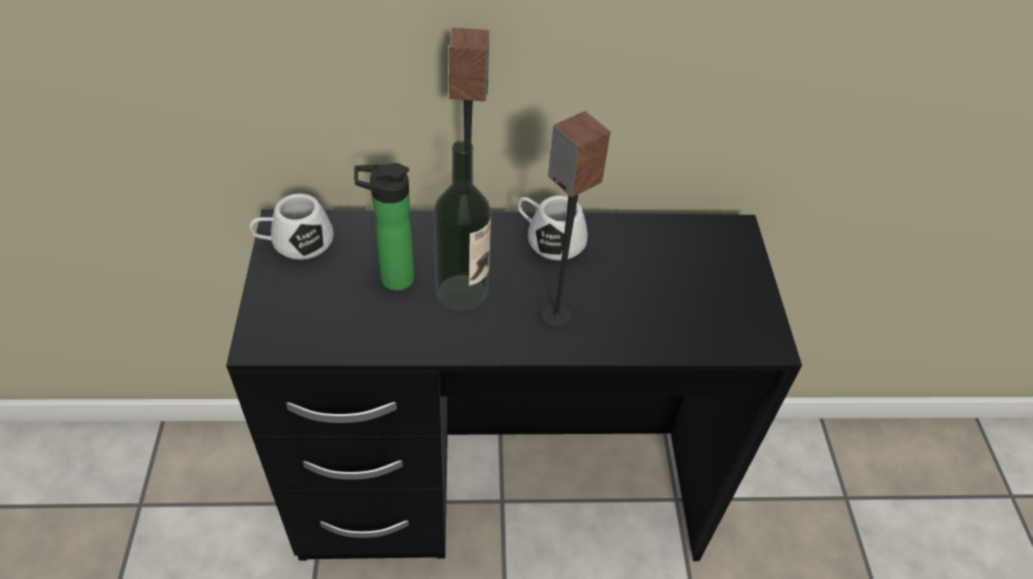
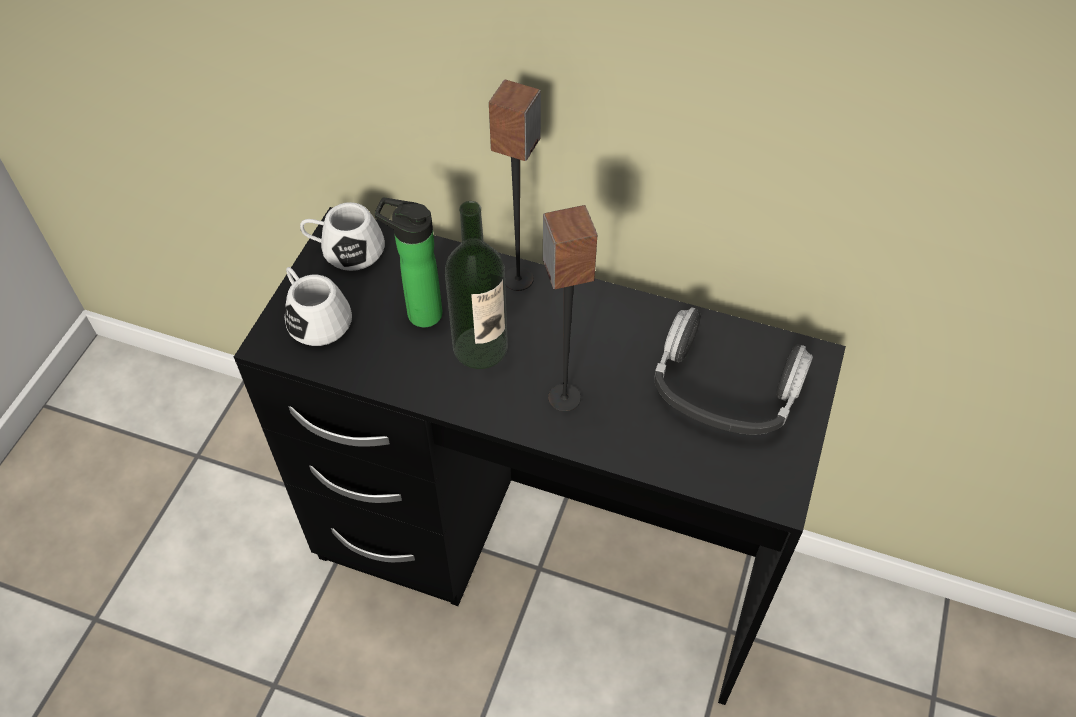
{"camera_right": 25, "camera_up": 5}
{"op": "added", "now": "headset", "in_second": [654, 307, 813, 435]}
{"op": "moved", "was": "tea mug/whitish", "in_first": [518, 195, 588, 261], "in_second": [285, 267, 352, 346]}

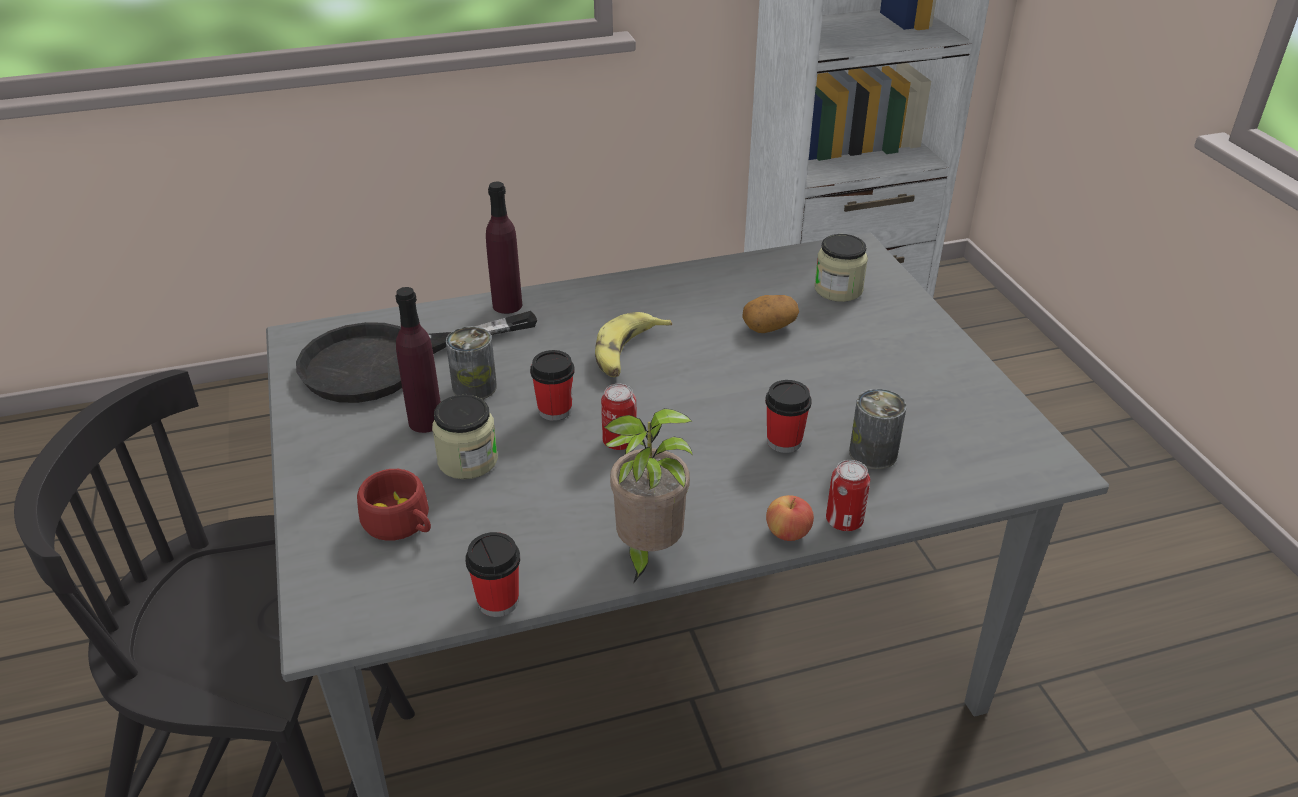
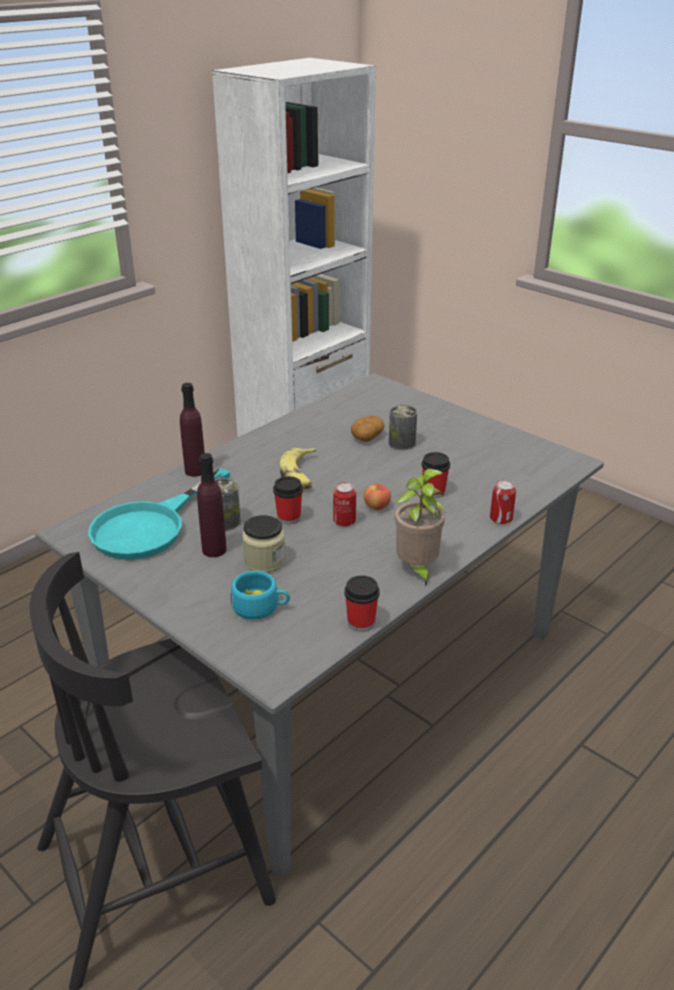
{"camera_right": -30, "camera_up": -5}
{"op": "removed", "was": "jar", "in_first": [814, 234, 868, 302]}
{"op": "moved", "was": "apple", "in_first": [766, 495, 814, 541], "in_second": [364, 483, 391, 510]}
{"op": "moved", "was": "metal can", "in_first": [849, 389, 907, 469], "in_second": [389, 405, 417, 450]}
{"op": "recoloured", "was": "pan/black-coloured", "now": "pan/turquoise", "in_first": [296, 311, 537, 403], "in_second": [88, 468, 230, 560]}
{"op": "recoloured", "was": "cup/reddish", "now": "cup/turquoise", "in_first": [357, 469, 431, 541], "in_second": [231, 571, 290, 620]}

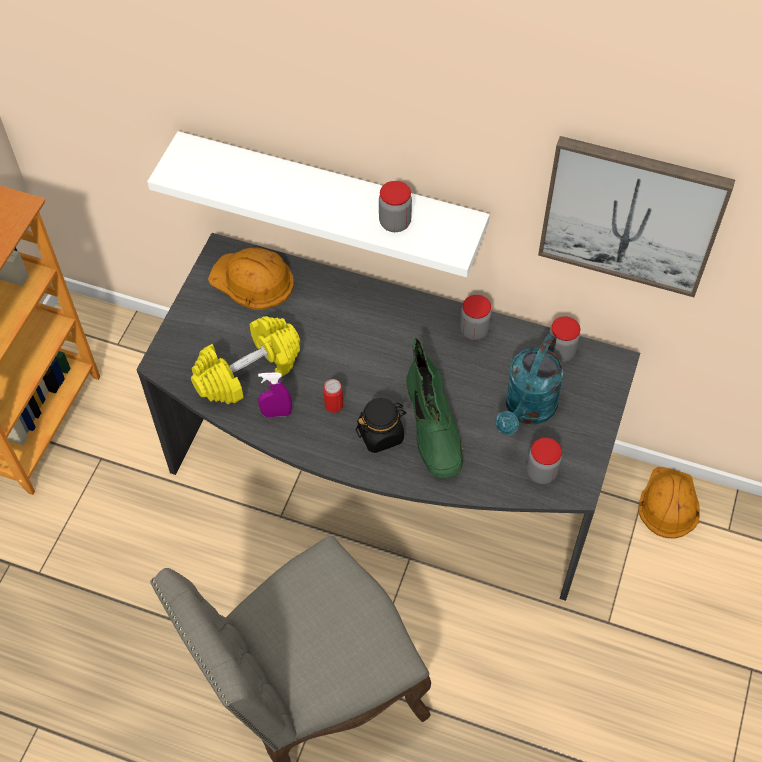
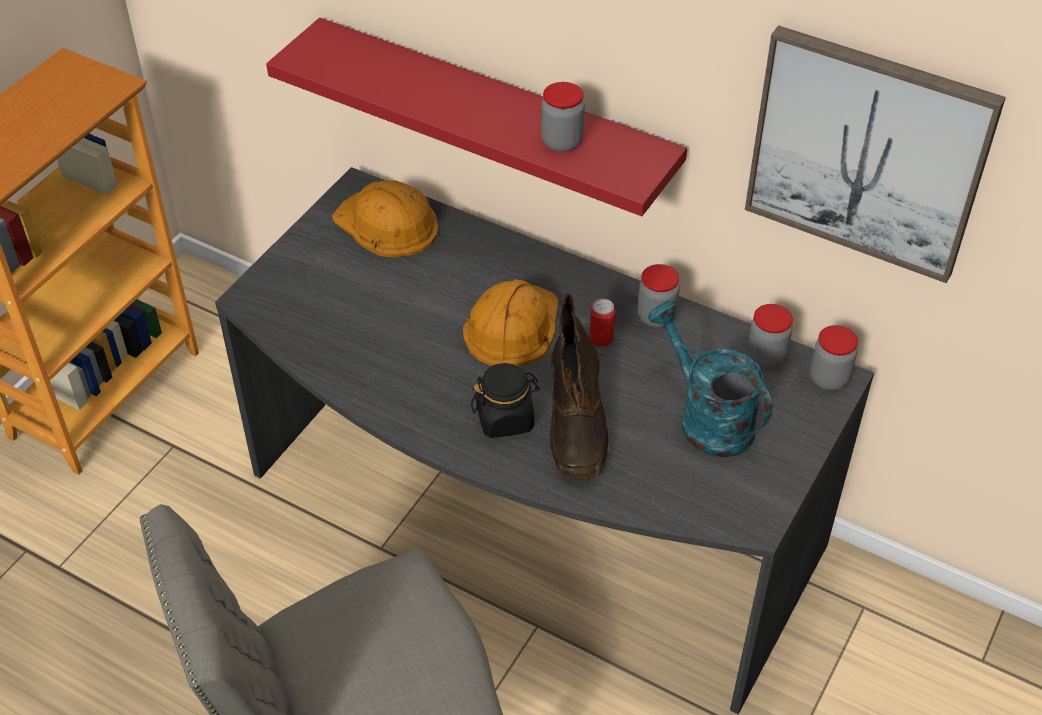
{"camera_right": 10, "camera_up": -10}
{"op": "removed", "was": "free weight/yellow-coloured", "in_first": [191, 316, 300, 404]}
{"op": "removed", "was": "hand sprayer/purple", "in_first": [258, 372, 292, 417]}
{"op": "moved", "was": "metal can", "in_first": [323, 379, 343, 413], "in_second": [589, 299, 615, 347]}
{"op": "moved", "was": "jar", "in_first": [526, 438, 562, 484], "in_second": [810, 325, 858, 390]}
{"op": "moved", "was": "safety helmet/orangey", "in_first": [638, 467, 700, 539], "in_second": [463, 279, 559, 367]}
{"op": "recoloured", "was": "shelf/whitish", "now": "shelf/reddish", "in_first": [147, 131, 490, 277], "in_second": [266, 18, 687, 216]}
{"op": "recoloured", "was": "high-top boot/green", "now": "high-top boot/brownish", "in_first": [406, 337, 463, 478], "in_second": [550, 292, 609, 480]}
{"op": "turned", "was": "watering pot/turquoise", "in_first": [495, 334, 563, 435], "in_second": [648, 301, 773, 457], "clockwise": 105}

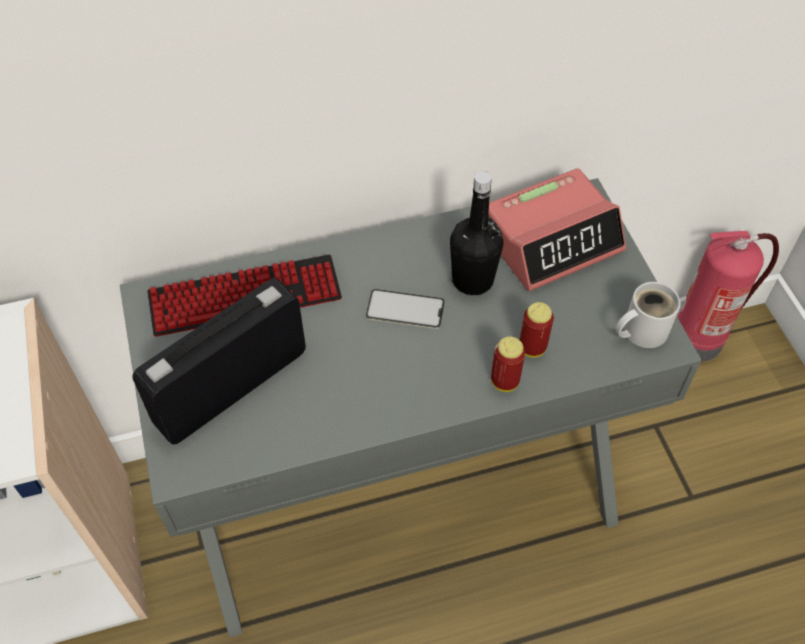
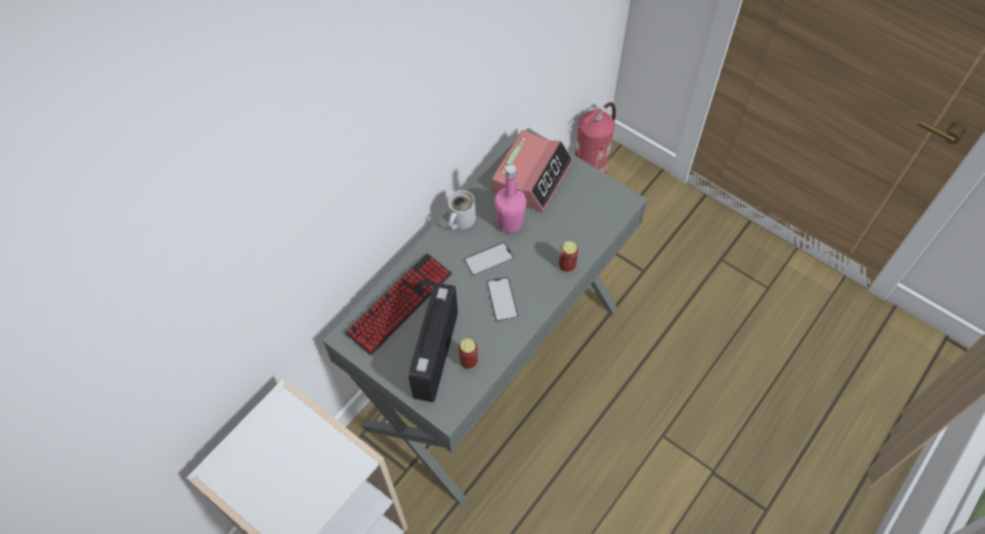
{"camera_right": -35, "camera_up": 5}
{"op": "added", "now": "handset", "in_second": [486, 277, 518, 322]}
{"op": "moved", "was": "metal can", "in_first": [520, 302, 554, 358], "in_second": [459, 338, 478, 369]}
{"op": "moved", "was": "tea mug/whitish", "in_first": [616, 282, 680, 348], "in_second": [448, 190, 476, 230]}
{"op": "recoloured", "was": "drink bottle/black-coloured", "now": "drink bottle/pinkish", "in_first": [450, 171, 504, 295], "in_second": [494, 165, 526, 233]}

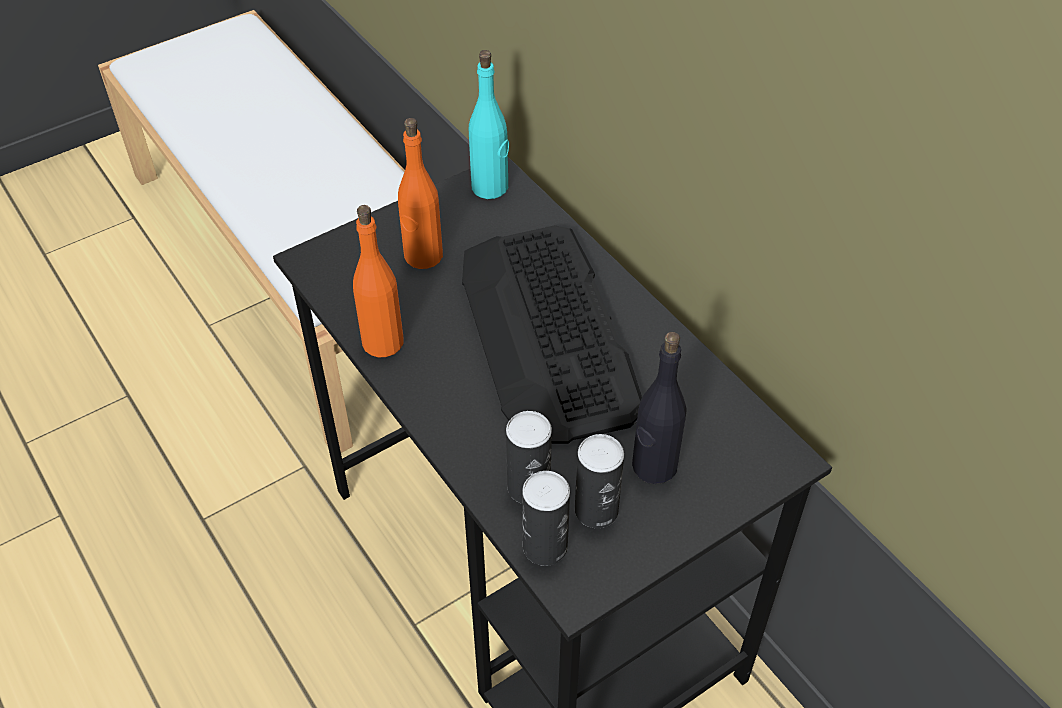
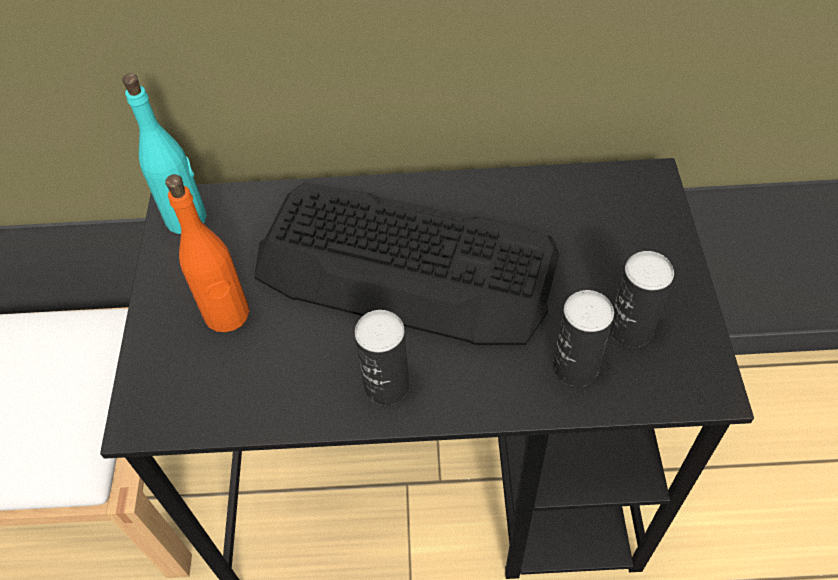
{"camera_right": -55, "camera_up": 5}
{"op": "removed", "was": "drink bottle/orangey", "in_first": [353, 205, 404, 358]}
{"op": "removed", "was": "drink bottle/black-coloured", "in_first": [632, 332, 686, 484]}
{"op": "moved", "was": "metal can", "in_first": [522, 471, 570, 566], "in_second": [354, 310, 409, 405]}

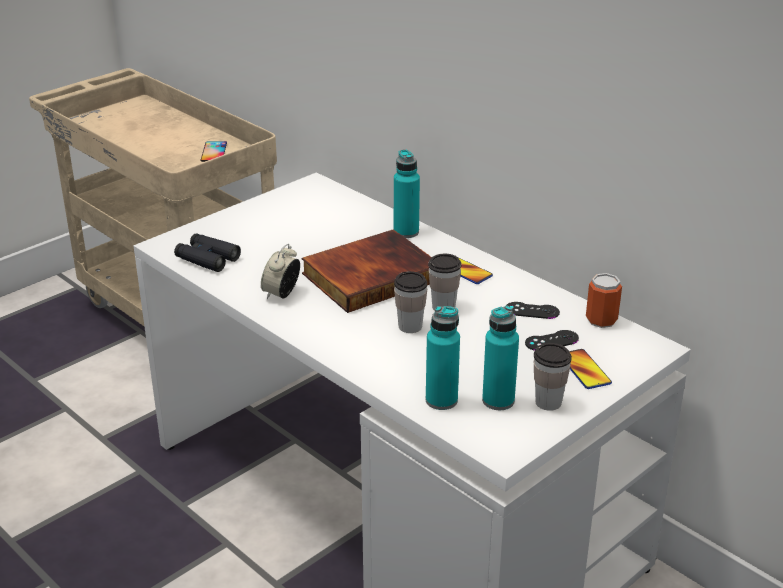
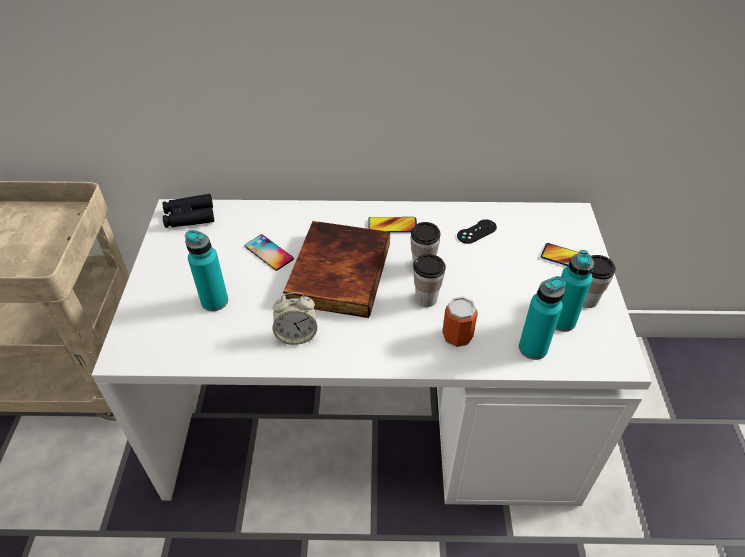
{"camera_right": -45, "camera_up": 15}
{"op": "removed", "was": "gamepad/black-coloured", "in_first": [525, 330, 579, 351]}
{"op": "moved", "was": "field glasses/black-coloured", "in_first": [174, 233, 241, 272], "in_second": [162, 194, 214, 228]}
{"op": "moved", "was": "handset", "in_first": [200, 141, 227, 162], "in_second": [244, 234, 294, 271]}
{"op": "moved", "was": "drink bottle/turquoise", "in_first": [394, 149, 420, 238], "in_second": [185, 230, 228, 311]}
{"op": "moved", "was": "metal can", "in_first": [586, 273, 622, 328], "in_second": [442, 297, 478, 347]}
{"op": "turned", "was": "bedside clock", "in_first": [261, 244, 300, 299], "in_second": [273, 292, 317, 345], "clockwise": -75}

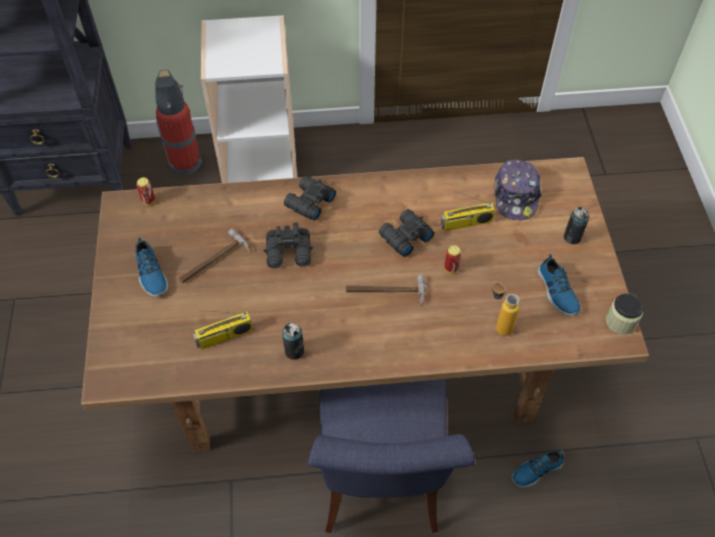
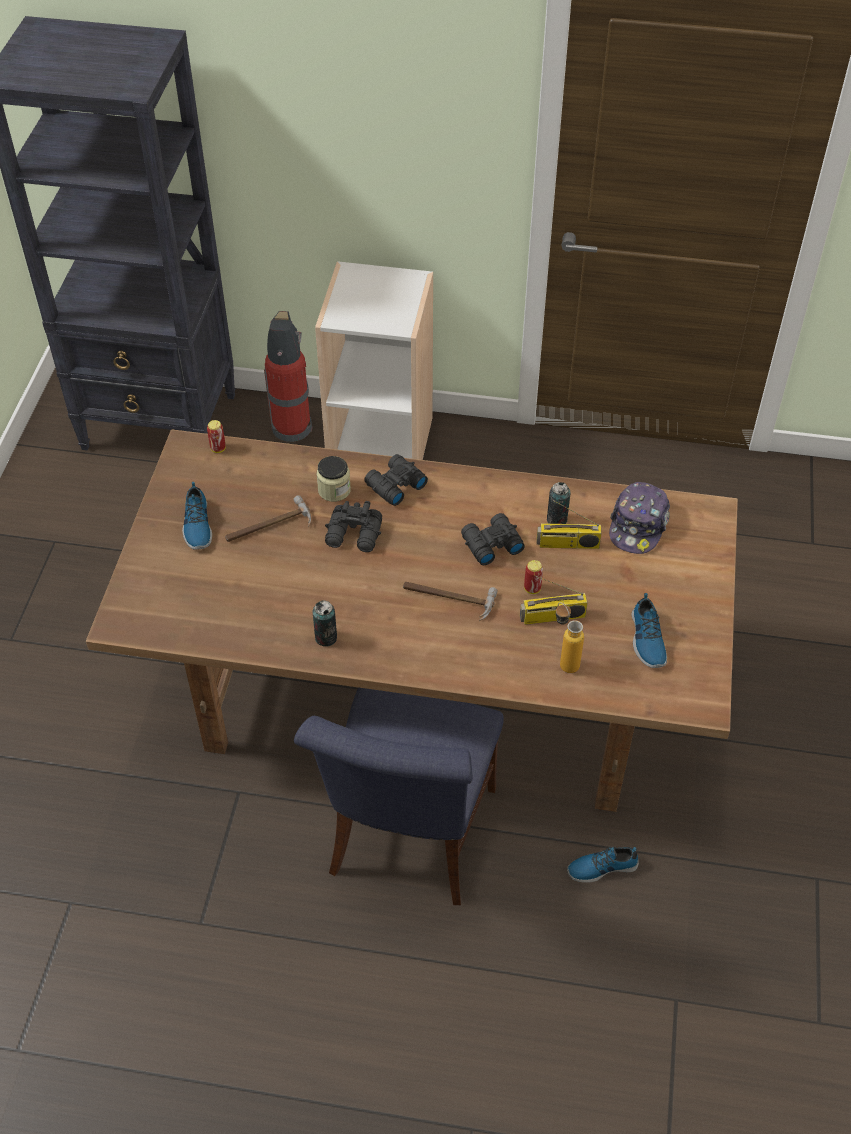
{"camera_right": 15, "camera_up": -5}
{"op": "moved", "was": "radio set", "in_first": [193, 310, 253, 349], "in_second": [520, 576, 588, 625]}
{"op": "moved", "was": "metal can", "in_first": [564, 207, 589, 244], "in_second": [547, 482, 571, 524]}
{"op": "moved", "was": "jar", "in_first": [606, 293, 644, 335], "in_second": [317, 456, 351, 502]}

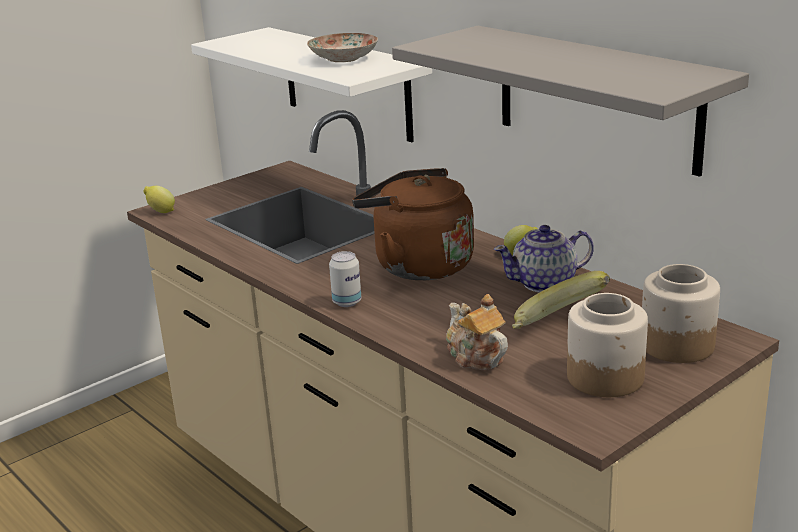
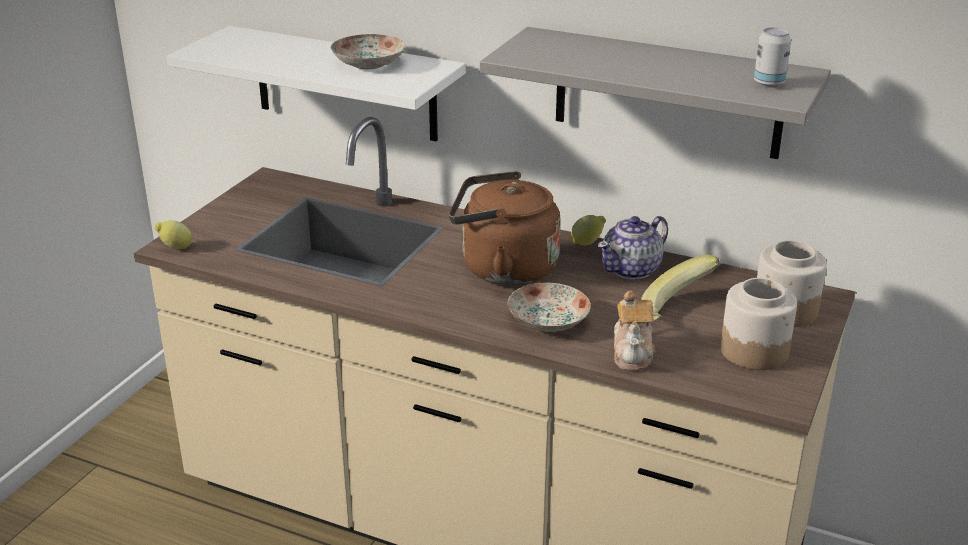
{"camera_right": -25, "camera_up": 5}
{"op": "added", "now": "flat dish", "in_second": [508, 282, 591, 332]}
{"op": "moved", "was": "metal can", "in_first": [329, 251, 361, 307], "in_second": [754, 27, 791, 88]}
{"op": "turned", "was": "pot for tea", "in_first": [446, 294, 508, 370], "in_second": [614, 291, 655, 371], "clockwise": -120}

